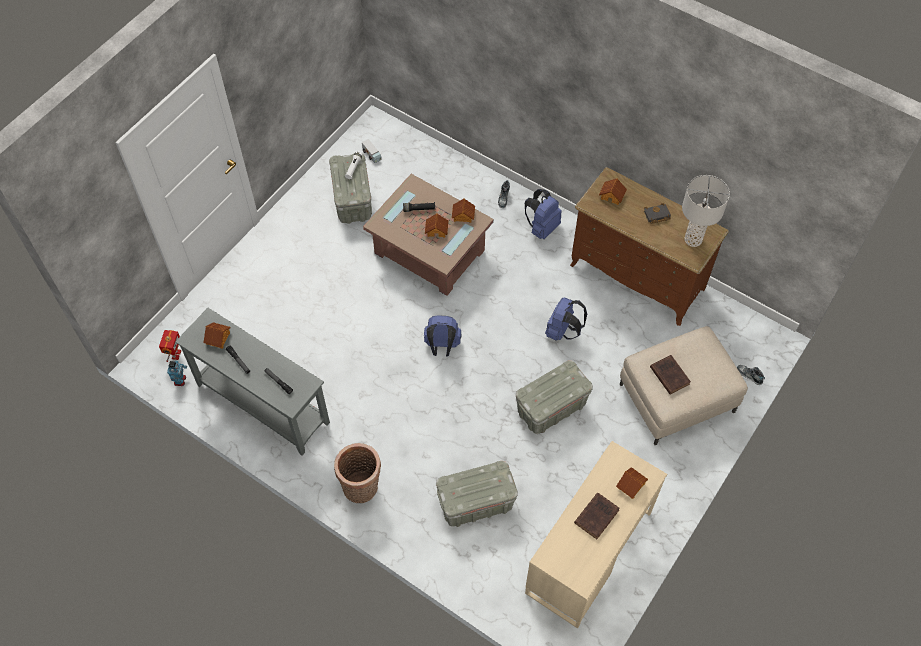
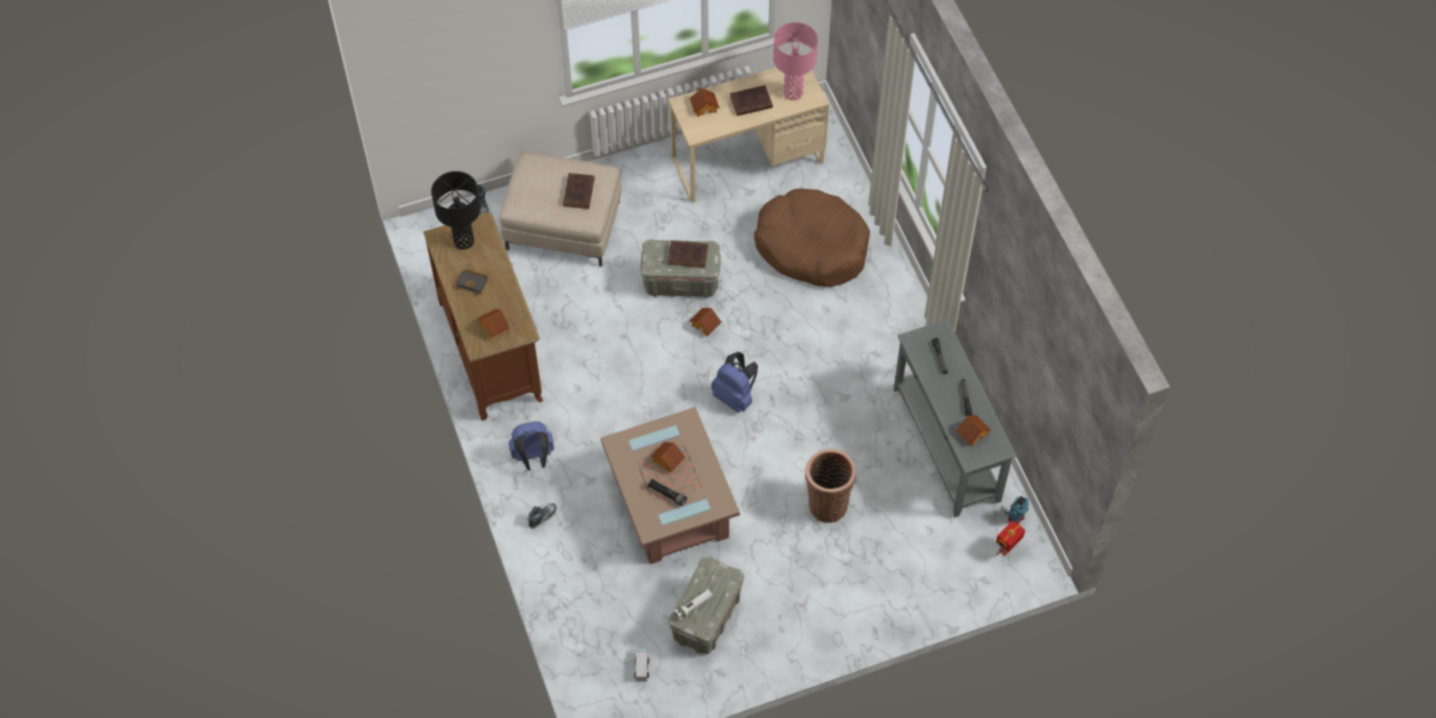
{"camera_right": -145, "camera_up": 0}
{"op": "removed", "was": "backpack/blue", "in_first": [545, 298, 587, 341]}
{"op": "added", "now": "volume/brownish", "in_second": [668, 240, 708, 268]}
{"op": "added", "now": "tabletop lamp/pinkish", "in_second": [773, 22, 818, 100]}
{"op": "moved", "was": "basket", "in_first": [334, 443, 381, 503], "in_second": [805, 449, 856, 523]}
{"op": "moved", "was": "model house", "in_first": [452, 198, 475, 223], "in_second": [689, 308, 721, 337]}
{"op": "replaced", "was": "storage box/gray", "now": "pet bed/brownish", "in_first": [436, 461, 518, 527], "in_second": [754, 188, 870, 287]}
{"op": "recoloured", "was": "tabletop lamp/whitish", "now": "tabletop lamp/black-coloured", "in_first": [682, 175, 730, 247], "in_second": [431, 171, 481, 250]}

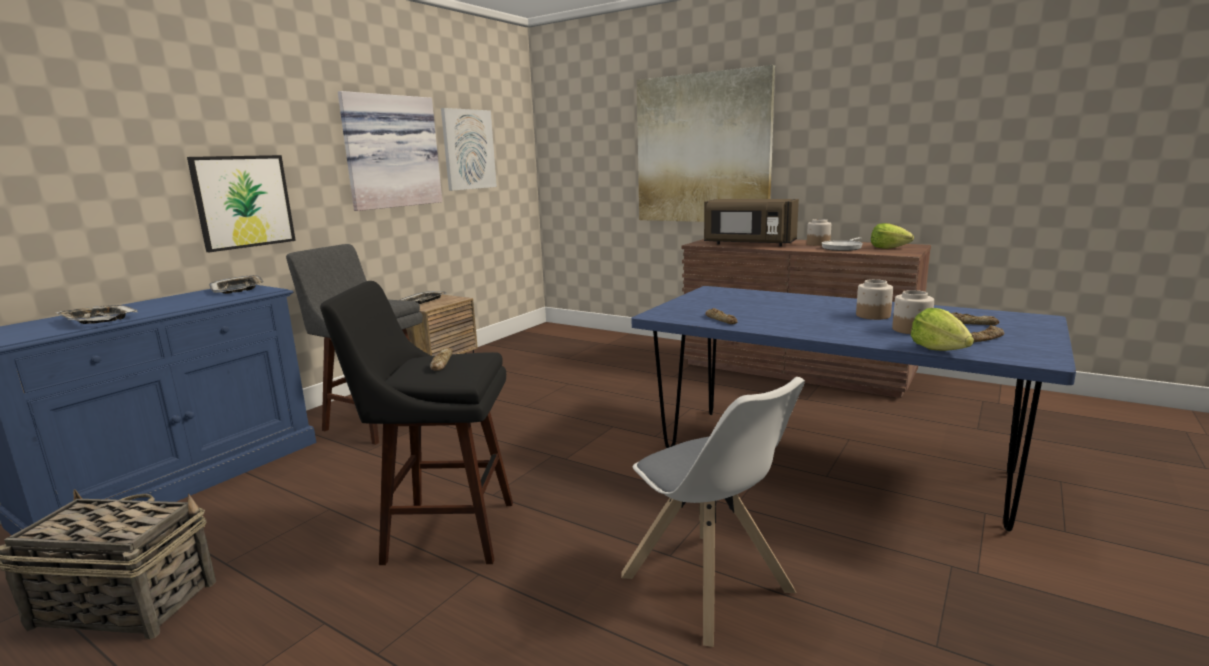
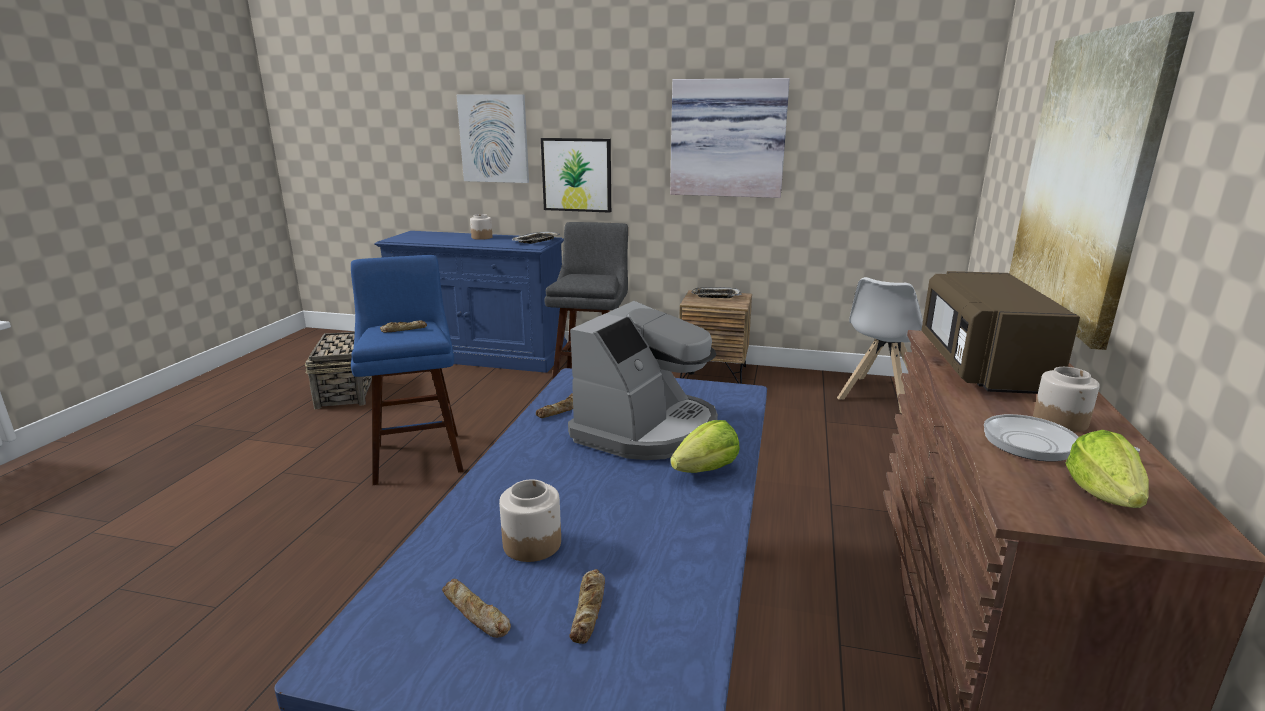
{"camera_right": 70, "camera_up": 5}
{"op": "removed", "was": "serving tray", "in_first": [56, 305, 137, 324]}
{"op": "added", "now": "coffee machine", "in_second": [568, 301, 718, 460]}
{"op": "moved", "was": "wall picture", "in_first": [441, 108, 497, 191], "in_second": [457, 94, 529, 183]}
{"op": "moved", "was": "plain chair", "in_first": [621, 377, 805, 647], "in_second": [837, 277, 923, 414]}
{"op": "moved", "was": "jar", "in_first": [856, 279, 893, 320], "in_second": [470, 214, 492, 240]}
{"op": "moved", "was": "lettuce head", "in_first": [911, 308, 974, 351], "in_second": [670, 420, 740, 473]}
{"op": "recoloured", "was": "stool/black-coloured", "now": "stool/blue", "in_first": [320, 281, 513, 565], "in_second": [351, 255, 464, 485]}

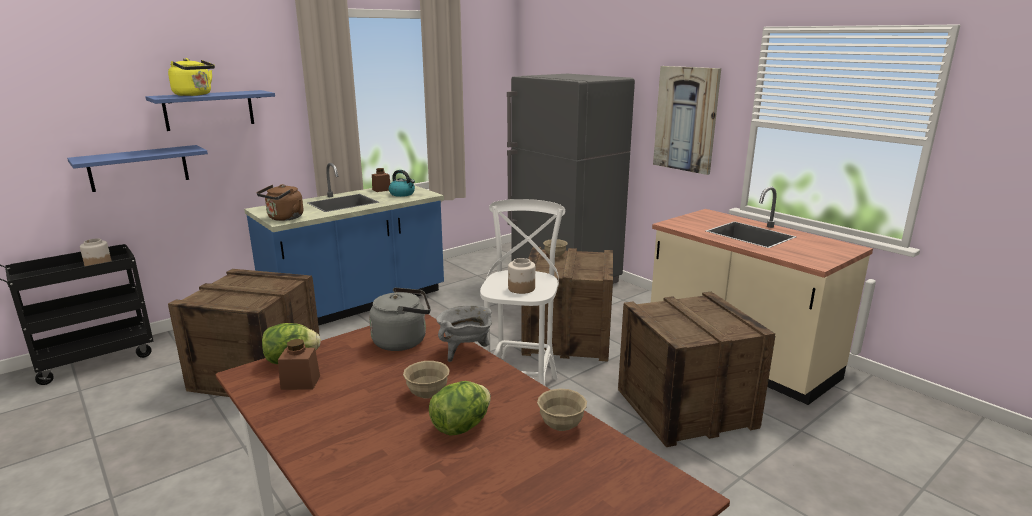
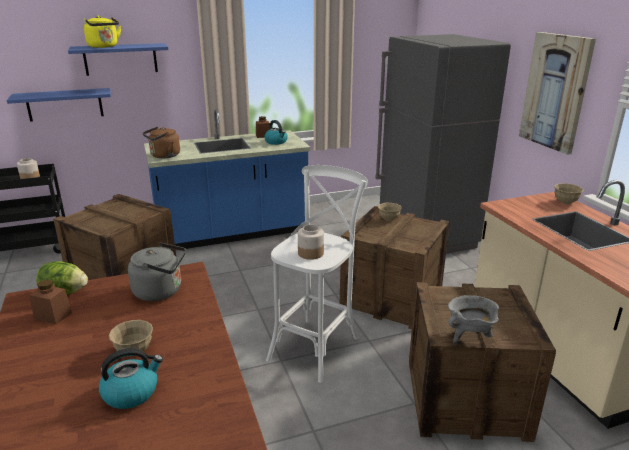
{"camera_right": 20, "camera_up": 5}
{"op": "moved", "was": "saucepot/gray", "in_first": [436, 305, 492, 362], "in_second": [448, 295, 499, 344]}
{"op": "moved", "was": "deep dish/sand-coloured", "in_first": [537, 388, 587, 431], "in_second": [554, 183, 584, 204]}
{"op": "replaced", "was": "lettuce head", "now": "water kettle", "in_first": [429, 381, 491, 436], "in_second": [99, 348, 163, 409]}

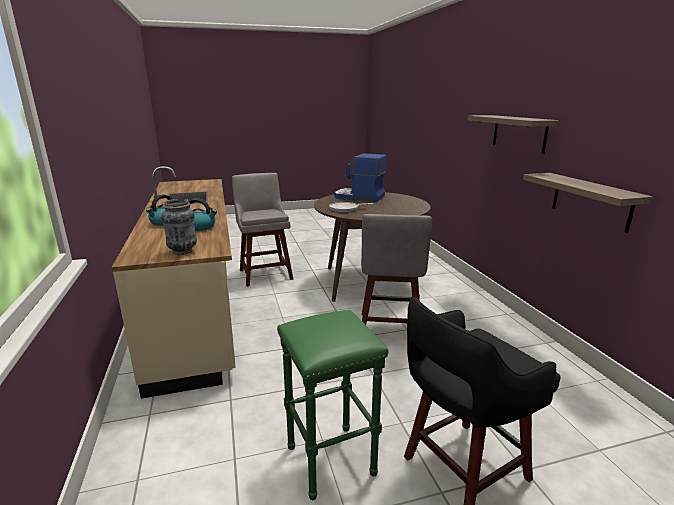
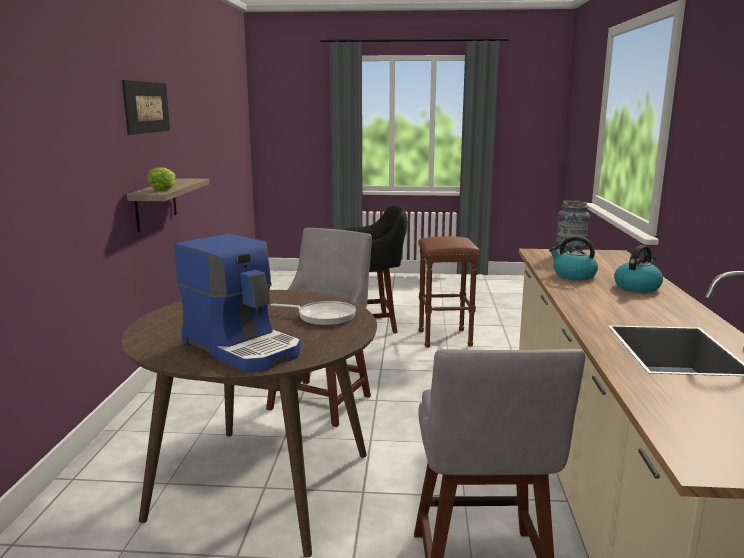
{"camera_right": -160, "camera_up": -5}
{"op": "removed", "was": "shelf", "in_first": [468, 115, 559, 154]}
{"op": "added", "now": "wall picture", "in_second": [122, 80, 170, 135]}
{"op": "added", "now": "lettuce head", "in_second": [147, 167, 176, 191]}
{"op": "recoloured", "was": "stool/green", "now": "stool/brownish", "in_first": [277, 310, 388, 500], "in_second": [418, 236, 480, 348]}

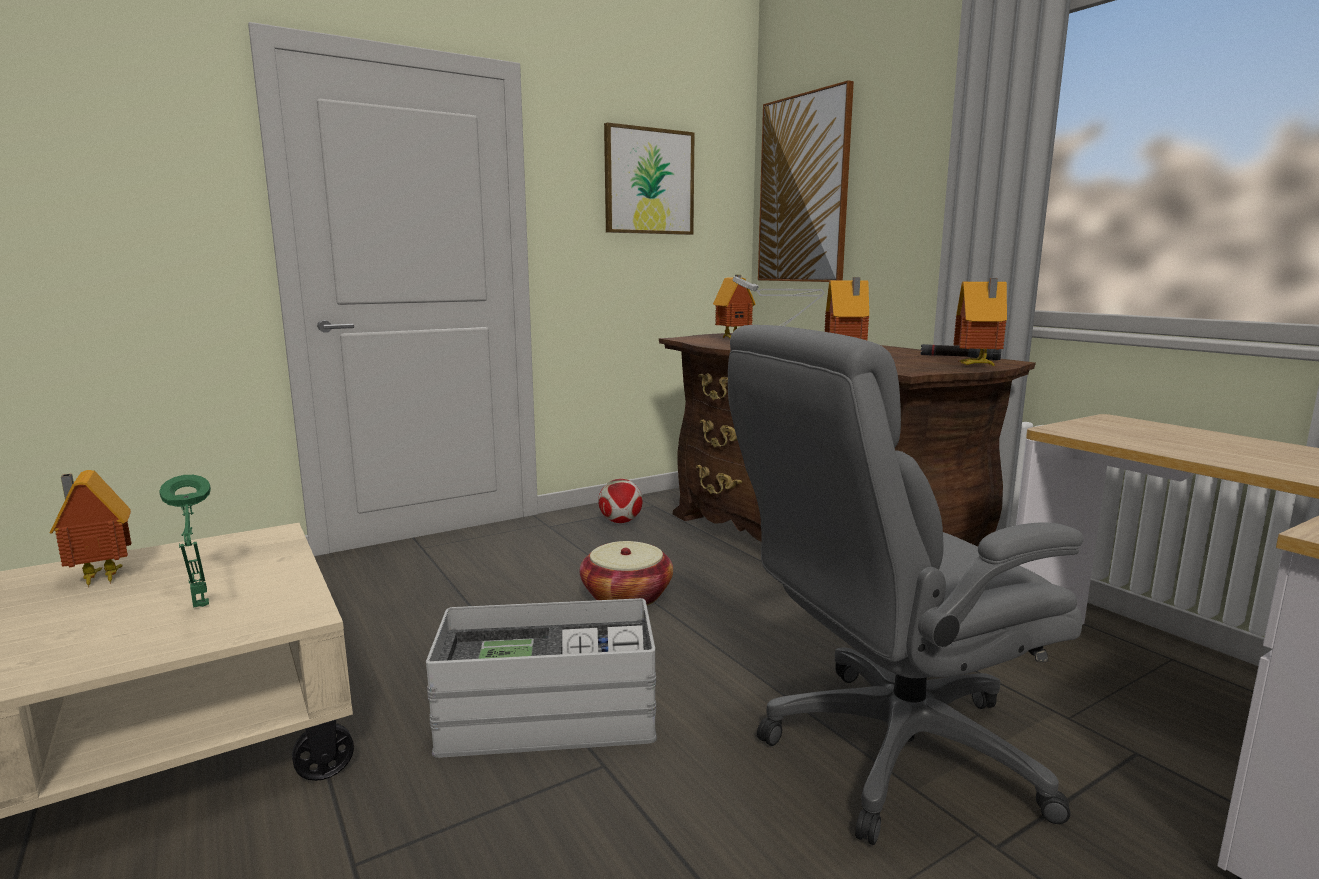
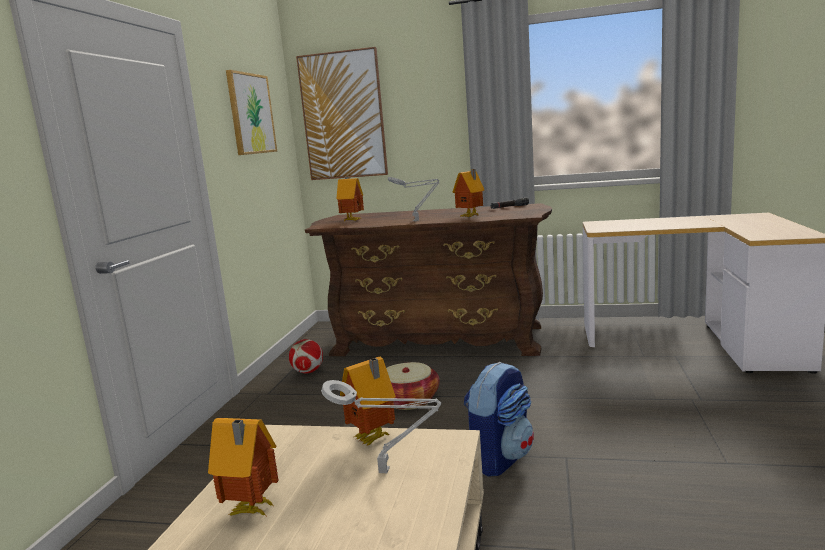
{"camera_right": -45, "camera_up": 0}
{"op": "removed", "was": "computer chair/gray", "in_first": [728, 325, 1083, 845]}
{"op": "moved", "was": "model house", "in_first": [953, 278, 1007, 367], "in_second": [340, 357, 396, 446]}
{"op": "replaced", "was": "storage box/gray", "now": "backpack", "in_first": [426, 598, 657, 758], "in_second": [464, 362, 534, 477]}
{"op": "recoloured", "was": "tabletop lamp/green", "now": "tabletop lamp/gray", "in_first": [159, 475, 211, 608], "in_second": [321, 380, 441, 473]}

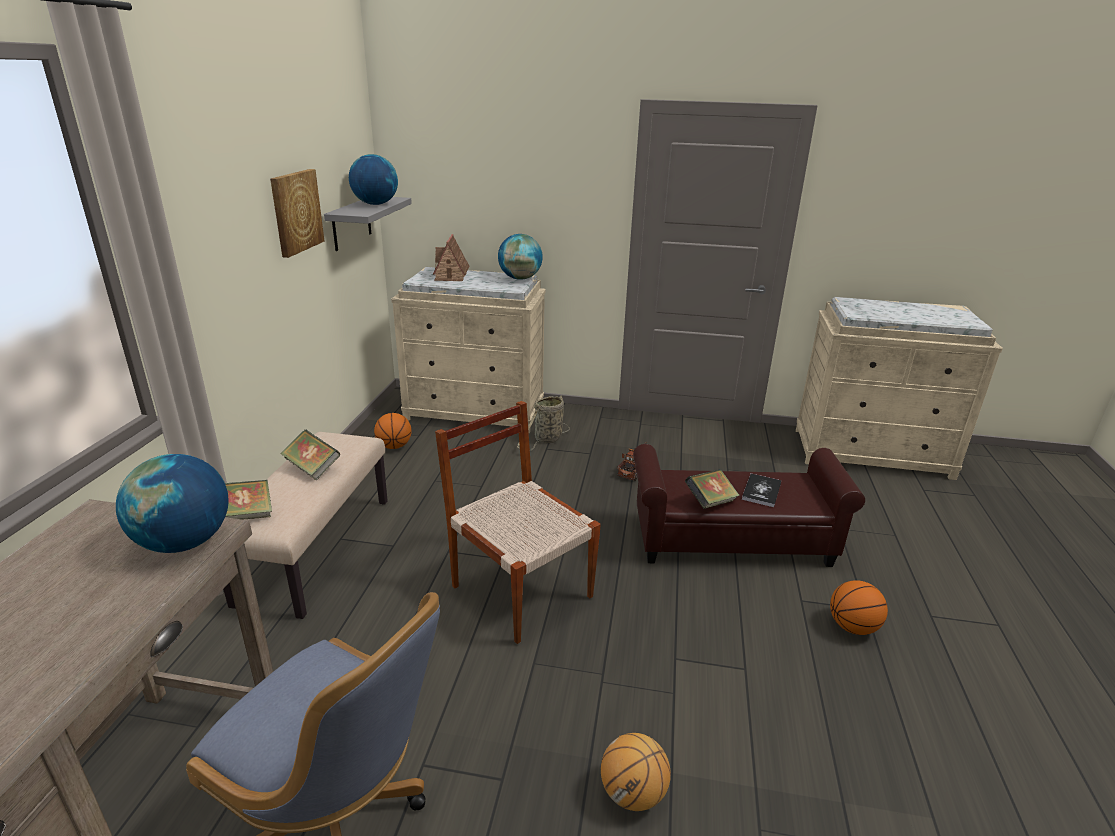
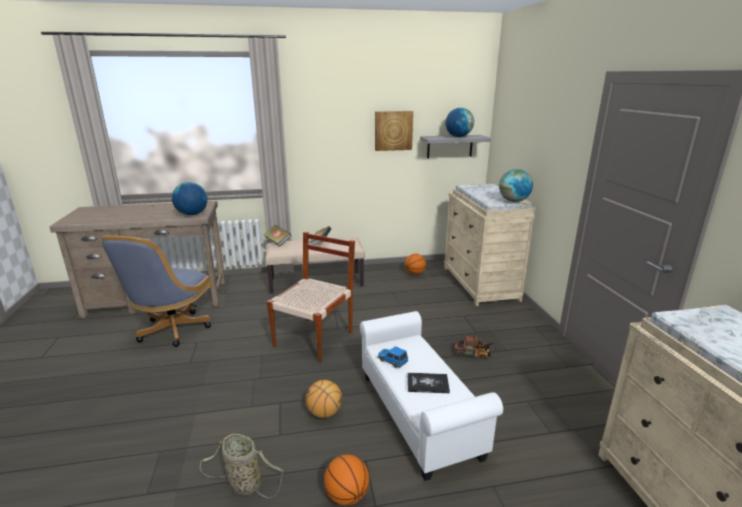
{"camera_right": 70, "camera_up": -5}
{"op": "removed", "was": "model house", "in_first": [433, 234, 469, 281]}
{"op": "moved", "was": "basket", "in_first": [517, 395, 570, 450], "in_second": [200, 434, 283, 498]}
{"op": "moved", "was": "ball for basketball", "in_first": [601, 733, 671, 811], "in_second": [306, 380, 342, 418]}
{"op": "replaced", "was": "volume", "now": "toy car", "in_first": [685, 469, 740, 509], "in_second": [378, 346, 408, 368]}
{"op": "recoloured", "was": "pouffe/brownish", "now": "pouffe/whitish", "in_first": [633, 444, 865, 567], "in_second": [360, 311, 503, 481]}

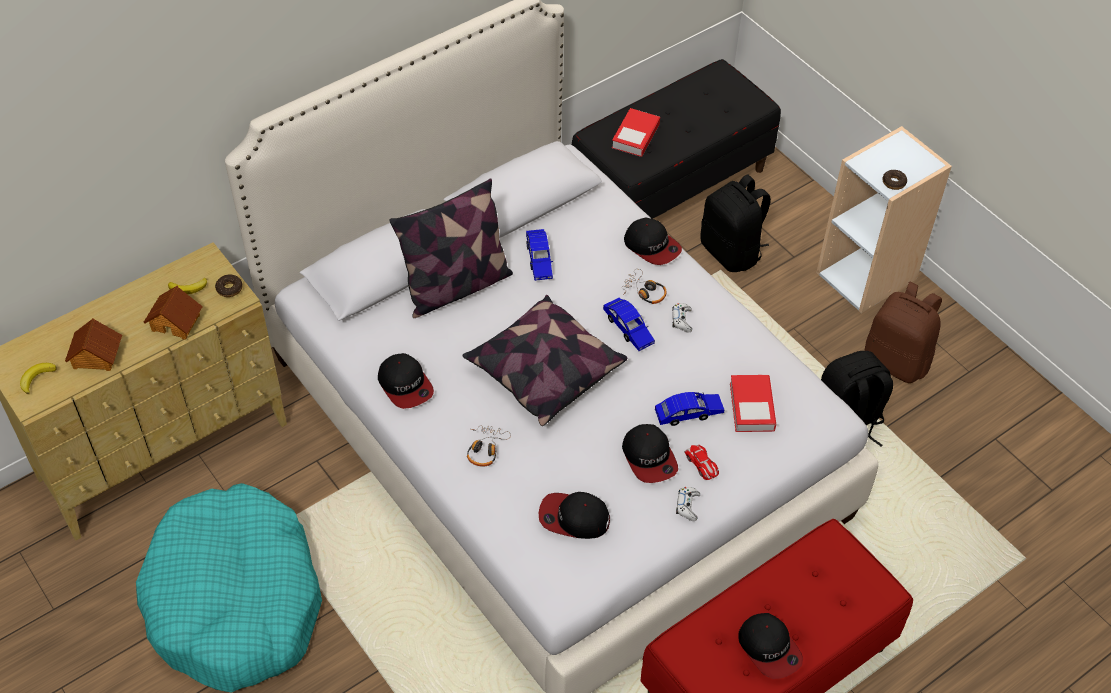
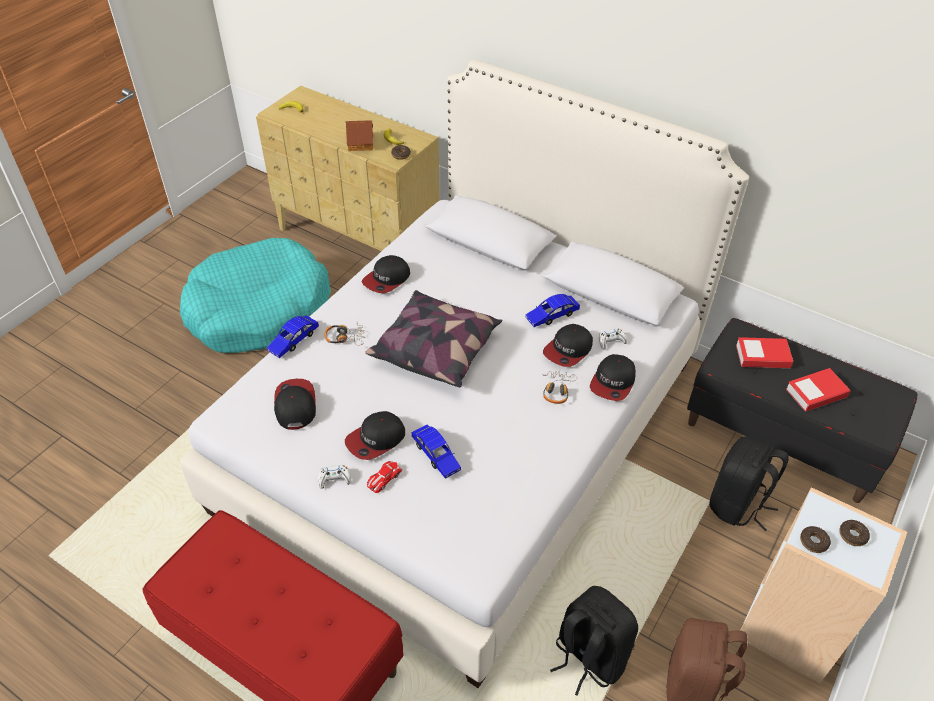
{"camera_right": 70, "camera_up": -5}
{"op": "removed", "was": "model house", "in_first": [65, 318, 122, 371]}
{"op": "removed", "was": "pillow", "in_first": [389, 178, 513, 318]}
{"op": "added", "now": "ring doughnut", "in_second": [839, 520, 870, 546]}
{"op": "moved", "was": "toy car/blue", "in_first": [603, 298, 655, 351], "in_second": [267, 315, 319, 358]}
{"op": "moved", "was": "gamepad/whitish", "in_first": [672, 303, 692, 332], "in_second": [599, 329, 627, 349]}
{"op": "moved", "was": "volume", "in_first": [730, 375, 776, 432], "in_second": [786, 368, 850, 412]}
{"op": "moved", "was": "cap", "in_first": [738, 613, 803, 679], "in_second": [543, 324, 593, 367]}

